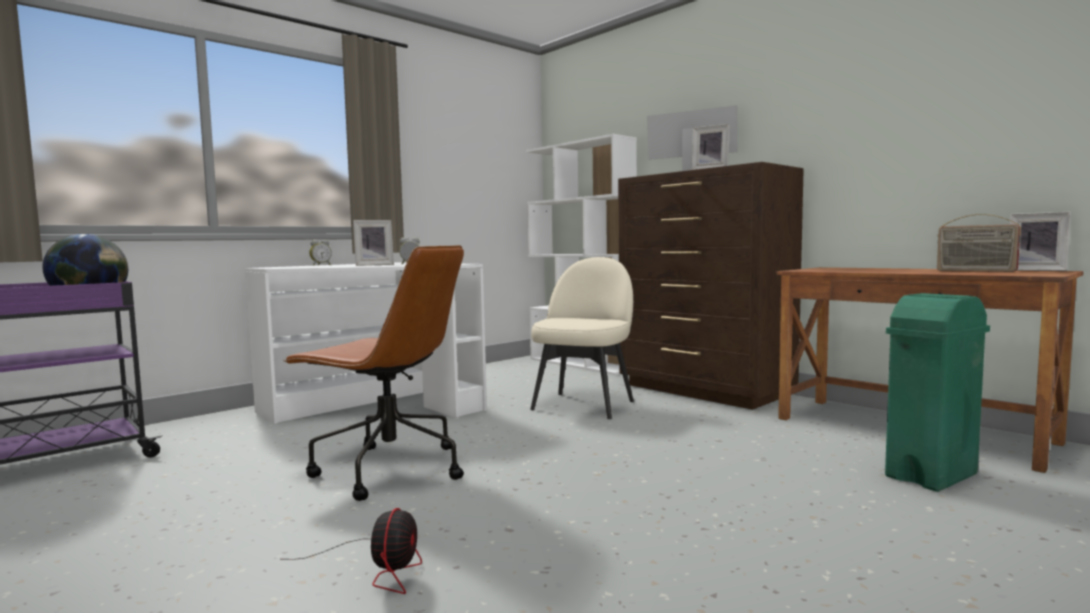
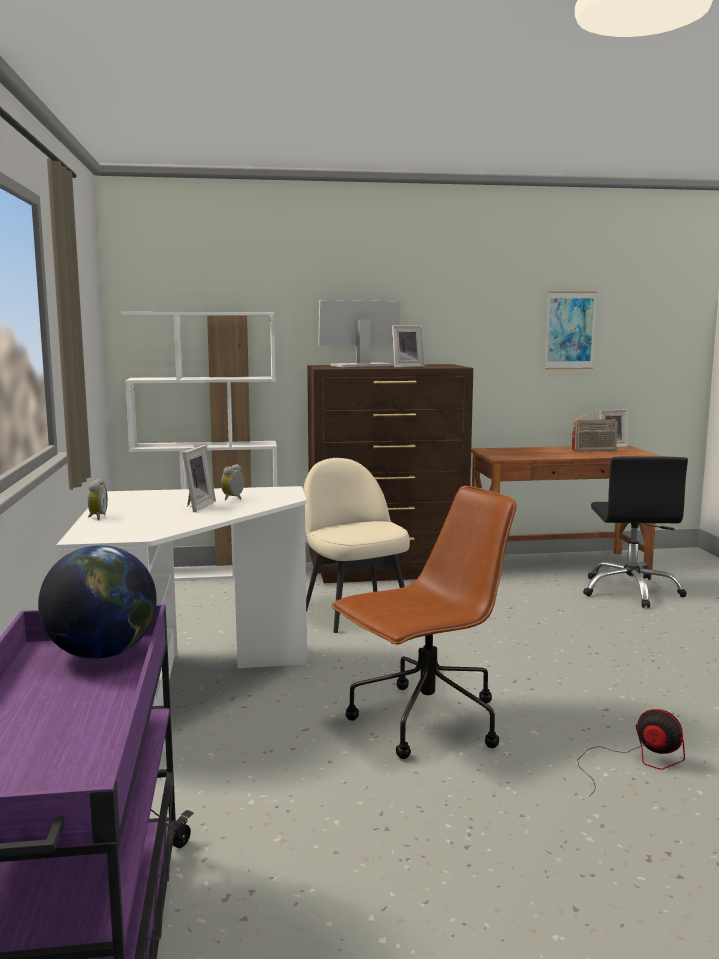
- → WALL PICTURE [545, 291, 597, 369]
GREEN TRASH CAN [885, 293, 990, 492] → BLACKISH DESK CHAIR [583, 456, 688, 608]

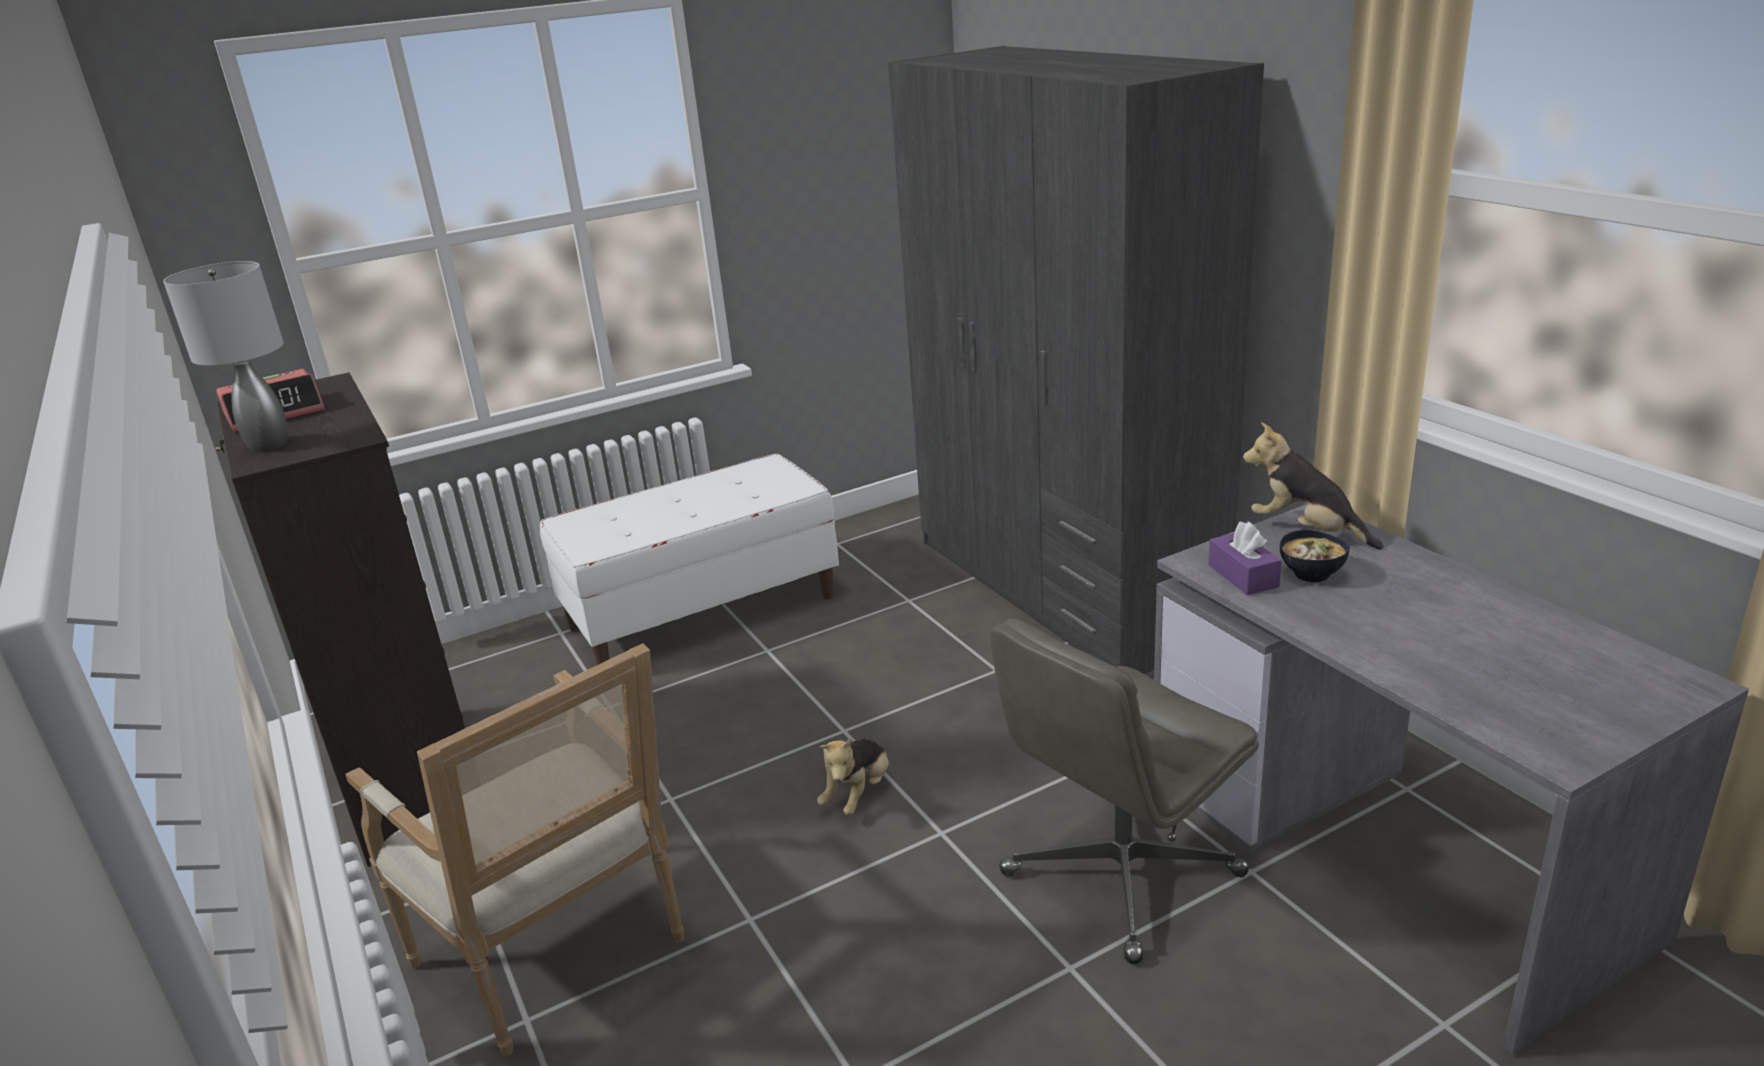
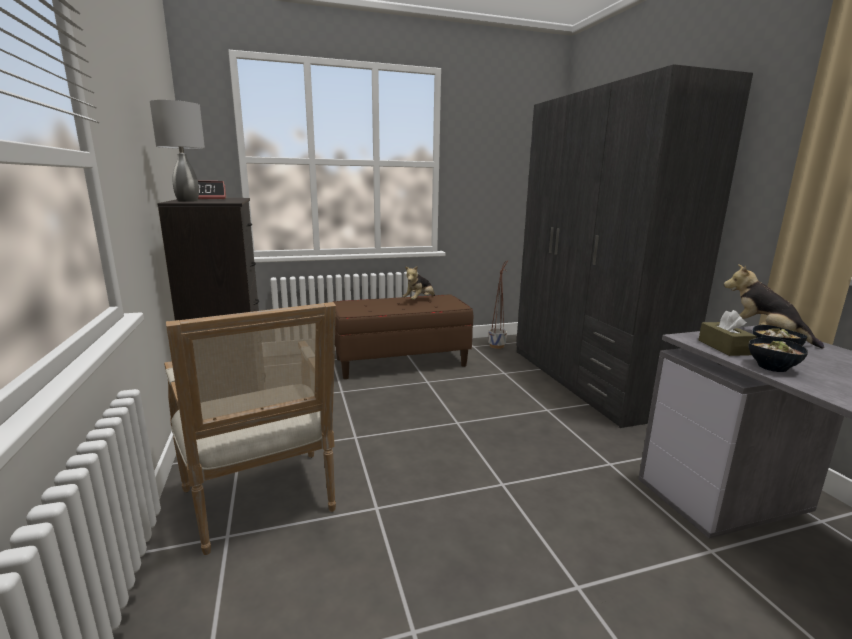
GREYISH DESK CHAIR [990, 618, 1259, 964] → -
- → FLOWER POT [488, 260, 508, 349]
- → BOWL [748, 337, 808, 372]
SOFT TOY [817, 738, 889, 815] → SOFT TOY [403, 266, 435, 300], moved
WHITE INDOOR BENCH [540, 454, 839, 665] → BROWN-COLOURED INDOOR BENCH [333, 295, 473, 379]
PURPLE TISSUE BOX [1208, 522, 1282, 595] → BROWN-COLOURED TISSUE BOX [699, 310, 757, 356]

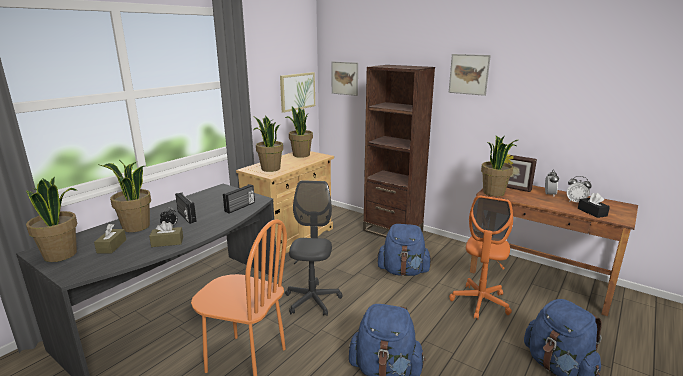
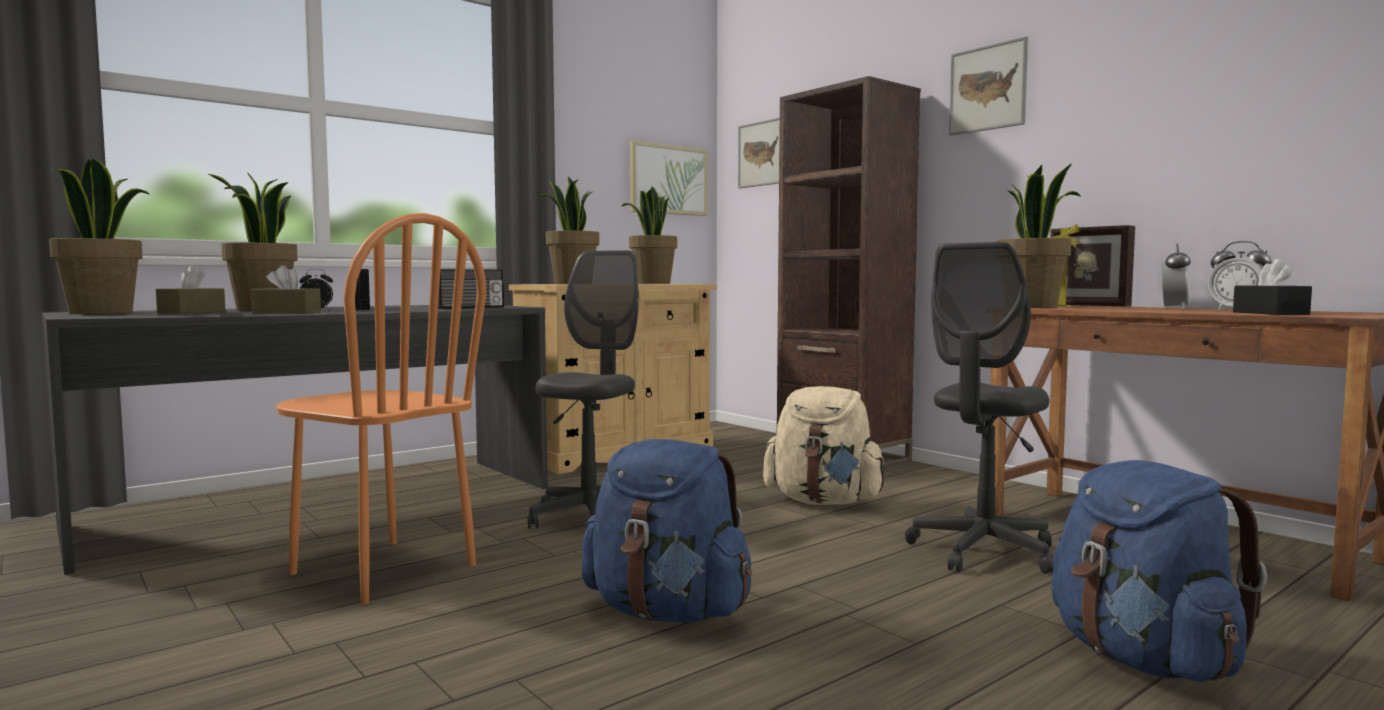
BLUE-COLOURED KNAPSACK [377, 224, 432, 276] → SAND-COLOURED KNAPSACK [763, 386, 888, 505]
ORANGEY DESK CHAIR [449, 195, 513, 320] → GREYISH DESK CHAIR [905, 242, 1054, 574]

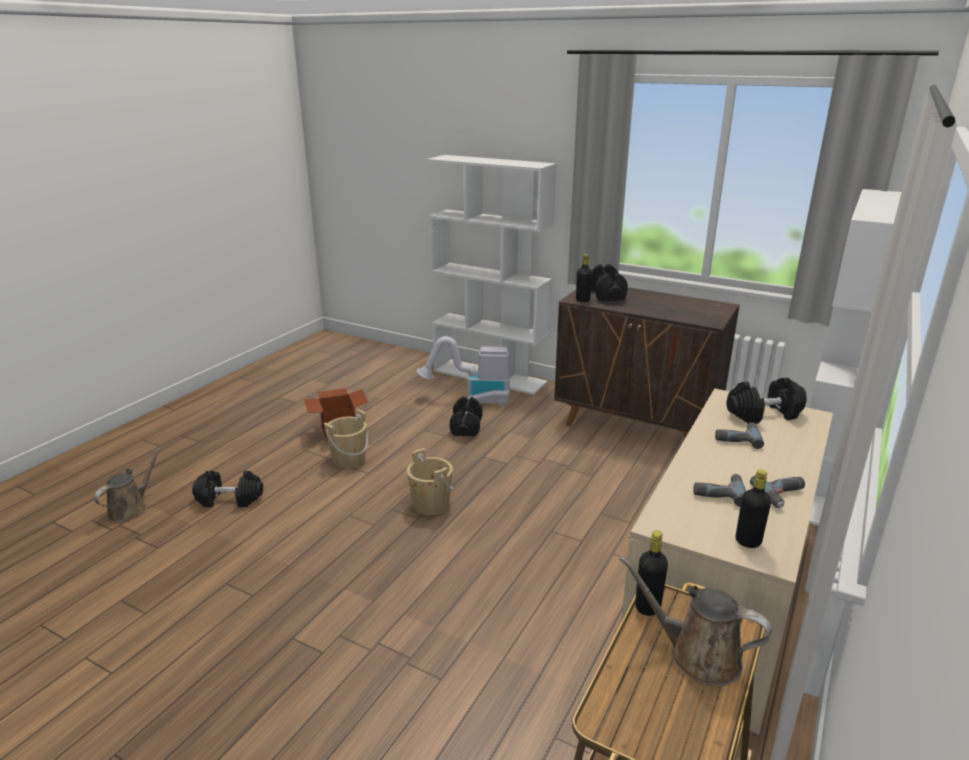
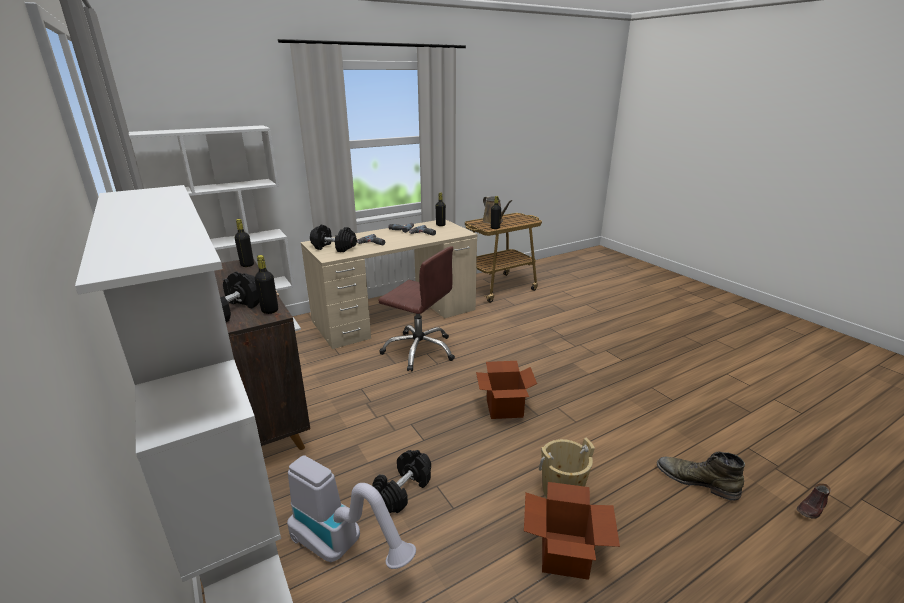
- → BLACKISH BOTTLE [235, 219, 254, 267]
- → BROWN-COLOURED DESK CHAIR [378, 246, 455, 371]
BROWN-COLOURED WATERING POT [94, 447, 162, 522] → BROWN-COLOURED SHOE [797, 484, 831, 519]
BLACKISH DUMBBELL [192, 471, 263, 507] → GREEN TALL BOOT [657, 451, 745, 500]
SAND-COLOURED WATER BUCKET [407, 448, 453, 515] → PACKING BOX [476, 361, 537, 419]

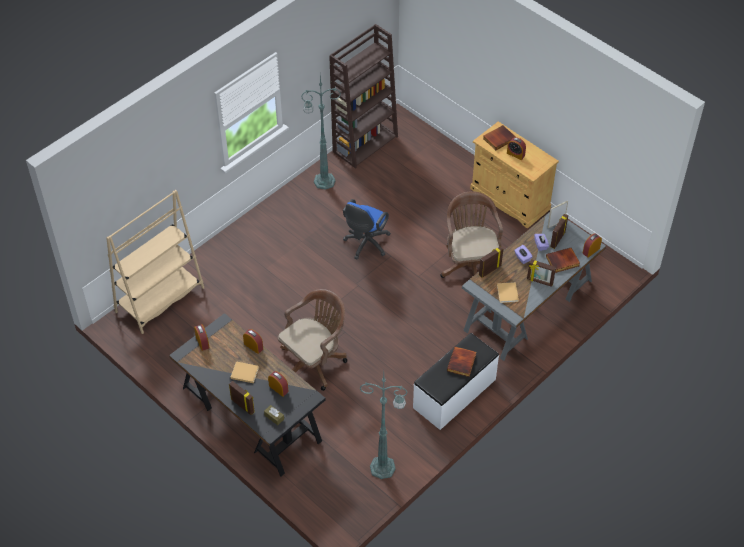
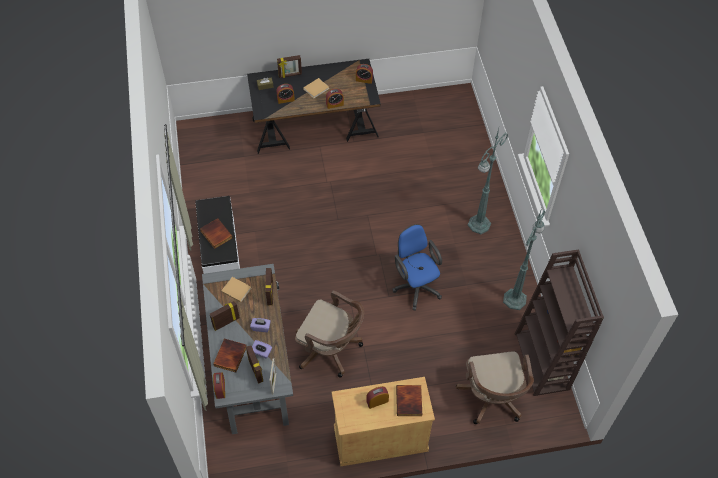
SAND-COLOURED BOOKCASE [106, 190, 204, 334] → -
BROWN-COLOURED DESK CHAIR [278, 289, 347, 391] → BROWN-COLOURED DESK CHAIR [456, 352, 534, 424], moved
GREEN STANDARD LAMP [360, 373, 408, 479] → GREEN STANDARD LAMP [468, 128, 508, 234], moved

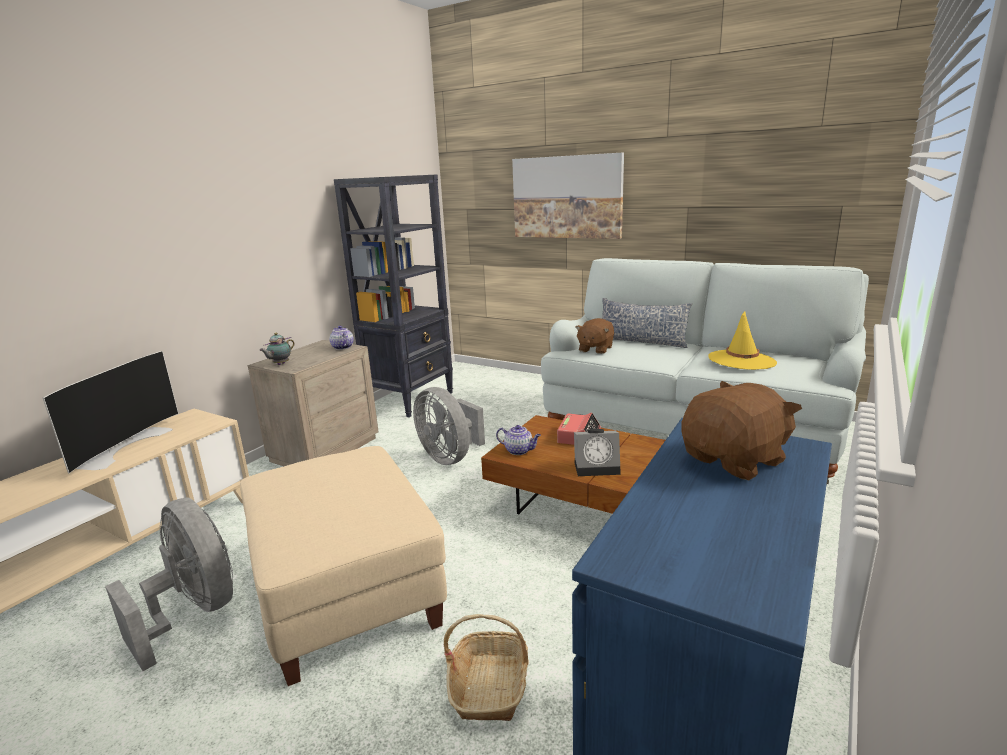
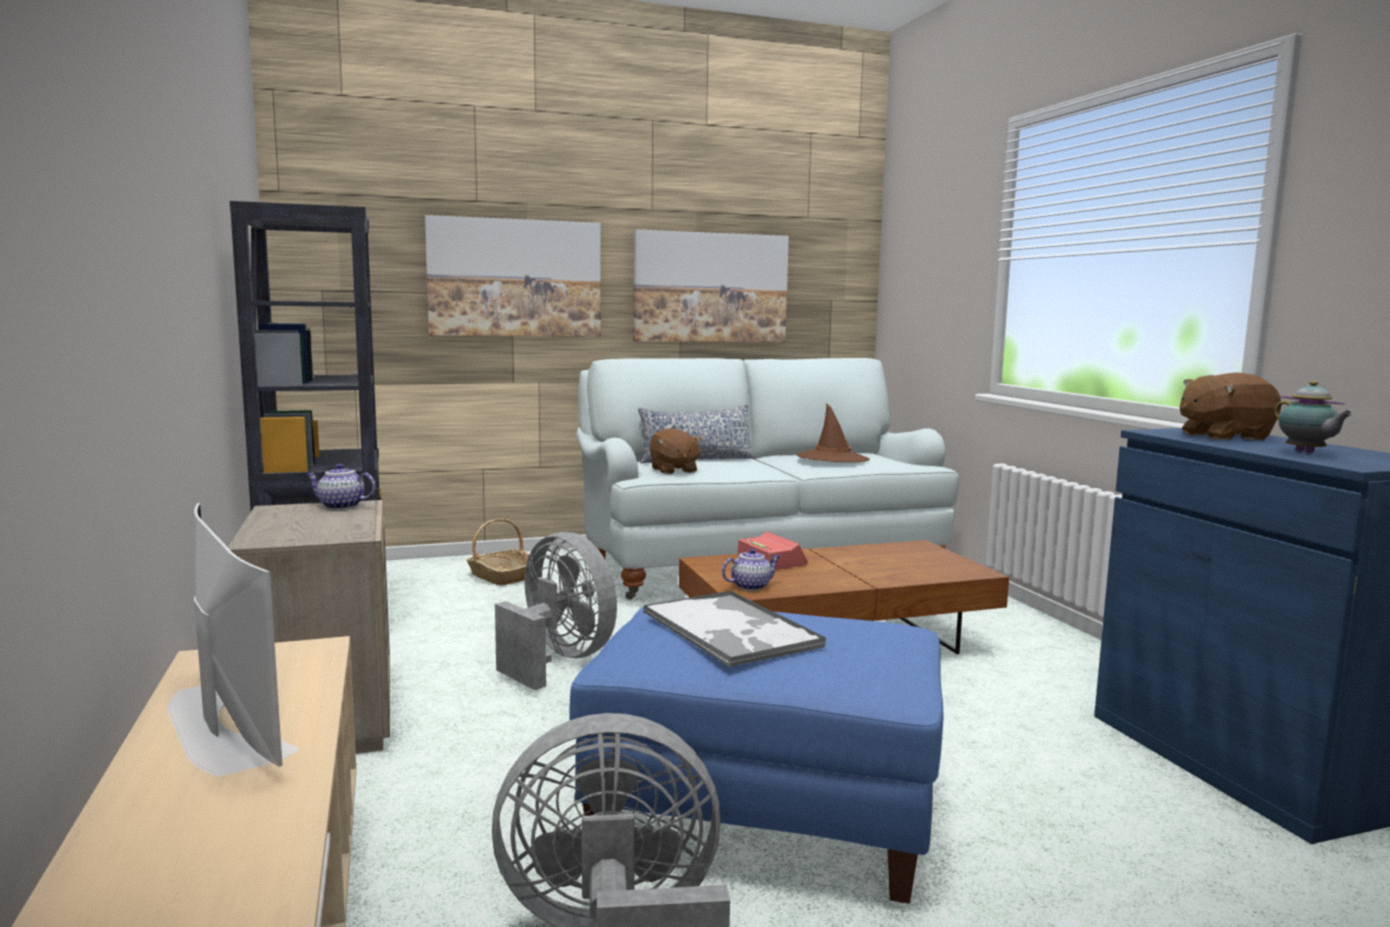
ALARM CLOCK [574, 429, 621, 476] → -
- → WALL PICTURE [633, 229, 789, 342]
- → CARRYING TRAY [643, 590, 826, 667]
POT FOR TEA [259, 333, 295, 365] → POT FOR TEA [1274, 381, 1353, 453], moved
HOUSEHOLD BASKET [444, 614, 528, 721] → HOUSEHOLD BASKET [467, 519, 530, 585], moved
SAND-COLOURED POUFFE [240, 446, 447, 686] → BLUE-COLOURED POUFFE [570, 607, 944, 904]
YELLOW-COLOURED CLOTHING HAT [708, 311, 777, 370] → BROWN-COLOURED CLOTHING HAT [796, 403, 870, 462]
GREYISH FAN [413, 387, 485, 465] → GREYISH FAN [495, 532, 617, 690], 135 degrees counterclockwise
BROWN-COLOURED SOFT TOY [681, 381, 802, 480] → BROWN-COLOURED SOFT TOY [1180, 373, 1281, 440], 105 degrees counterclockwise

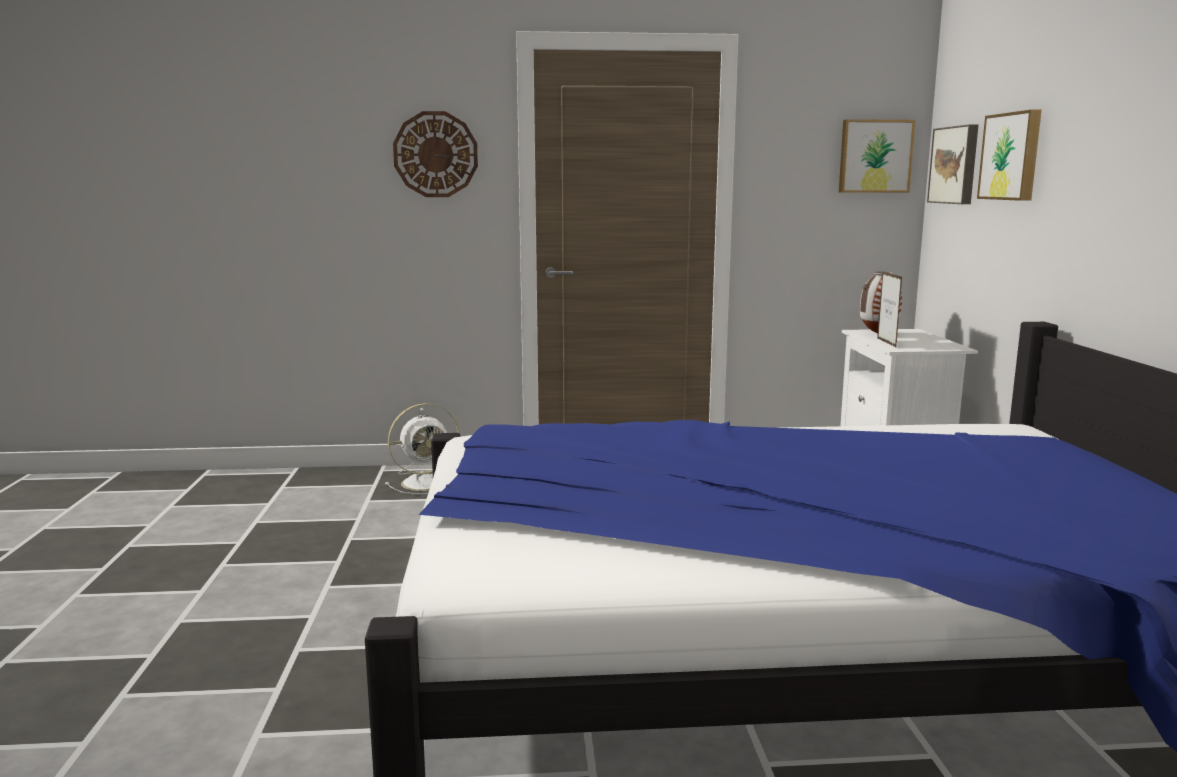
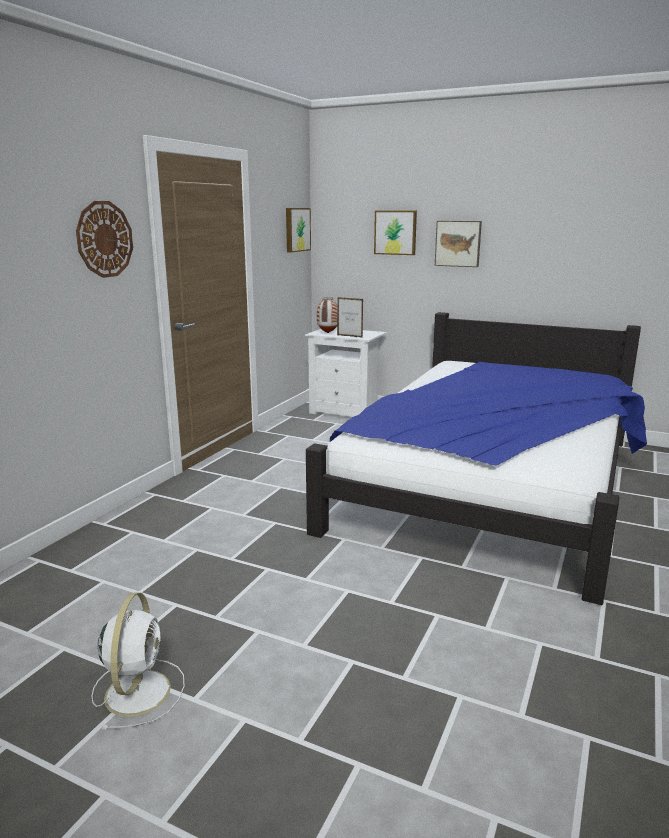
WHITE FAN [385, 403, 459, 494] → WHITE FAN [91, 593, 185, 730], moved
WALL PICTURE [927, 124, 978, 204] → WALL PICTURE [435, 221, 482, 267], moved

